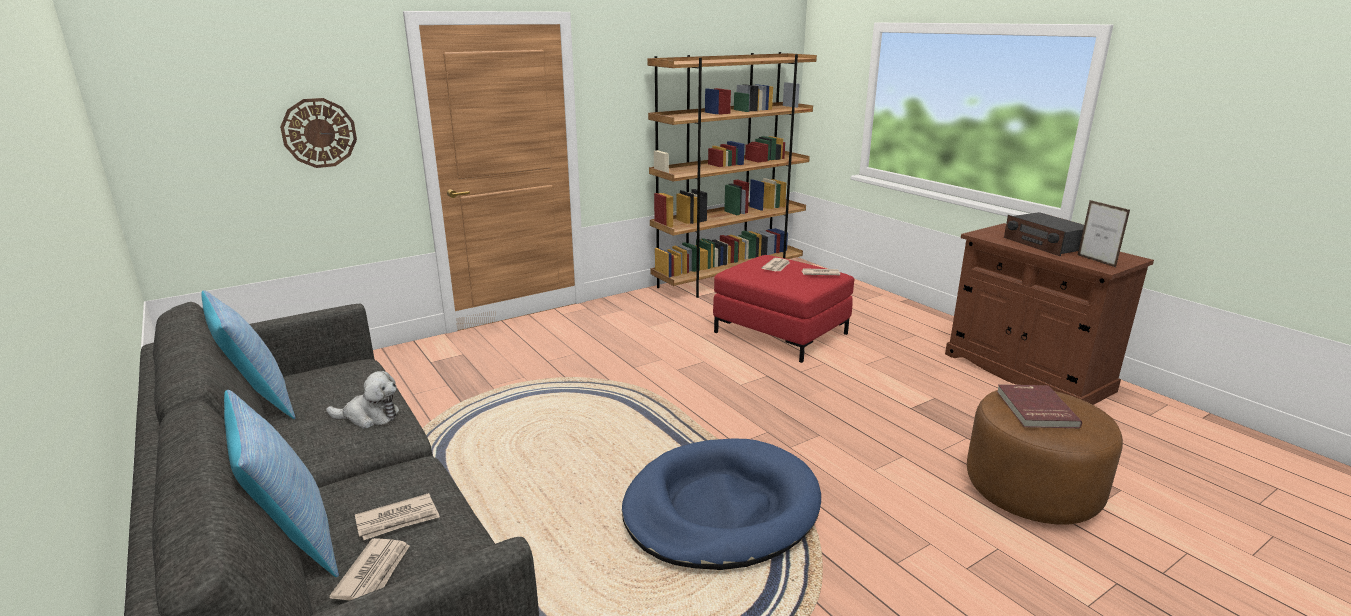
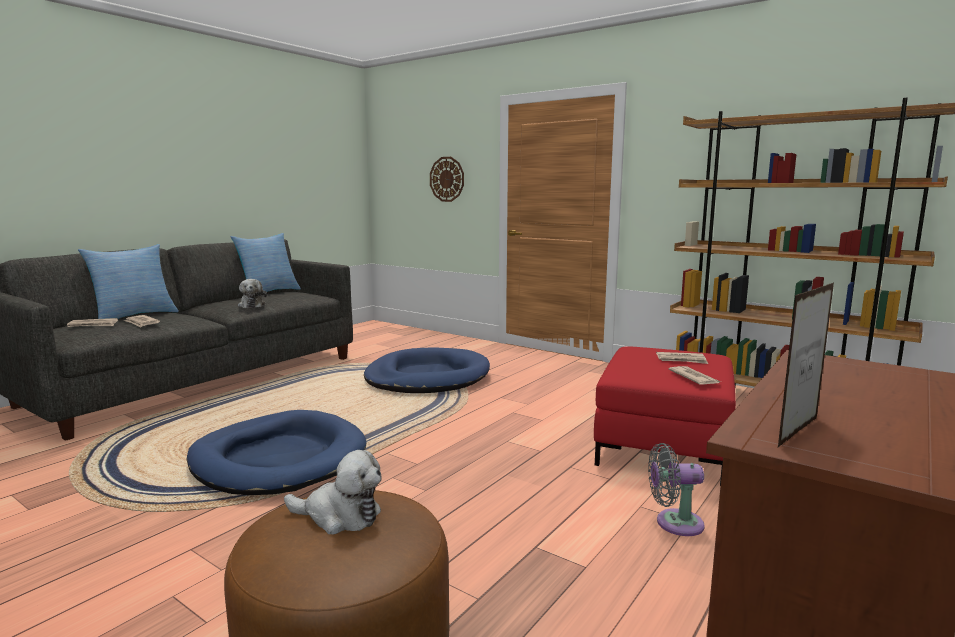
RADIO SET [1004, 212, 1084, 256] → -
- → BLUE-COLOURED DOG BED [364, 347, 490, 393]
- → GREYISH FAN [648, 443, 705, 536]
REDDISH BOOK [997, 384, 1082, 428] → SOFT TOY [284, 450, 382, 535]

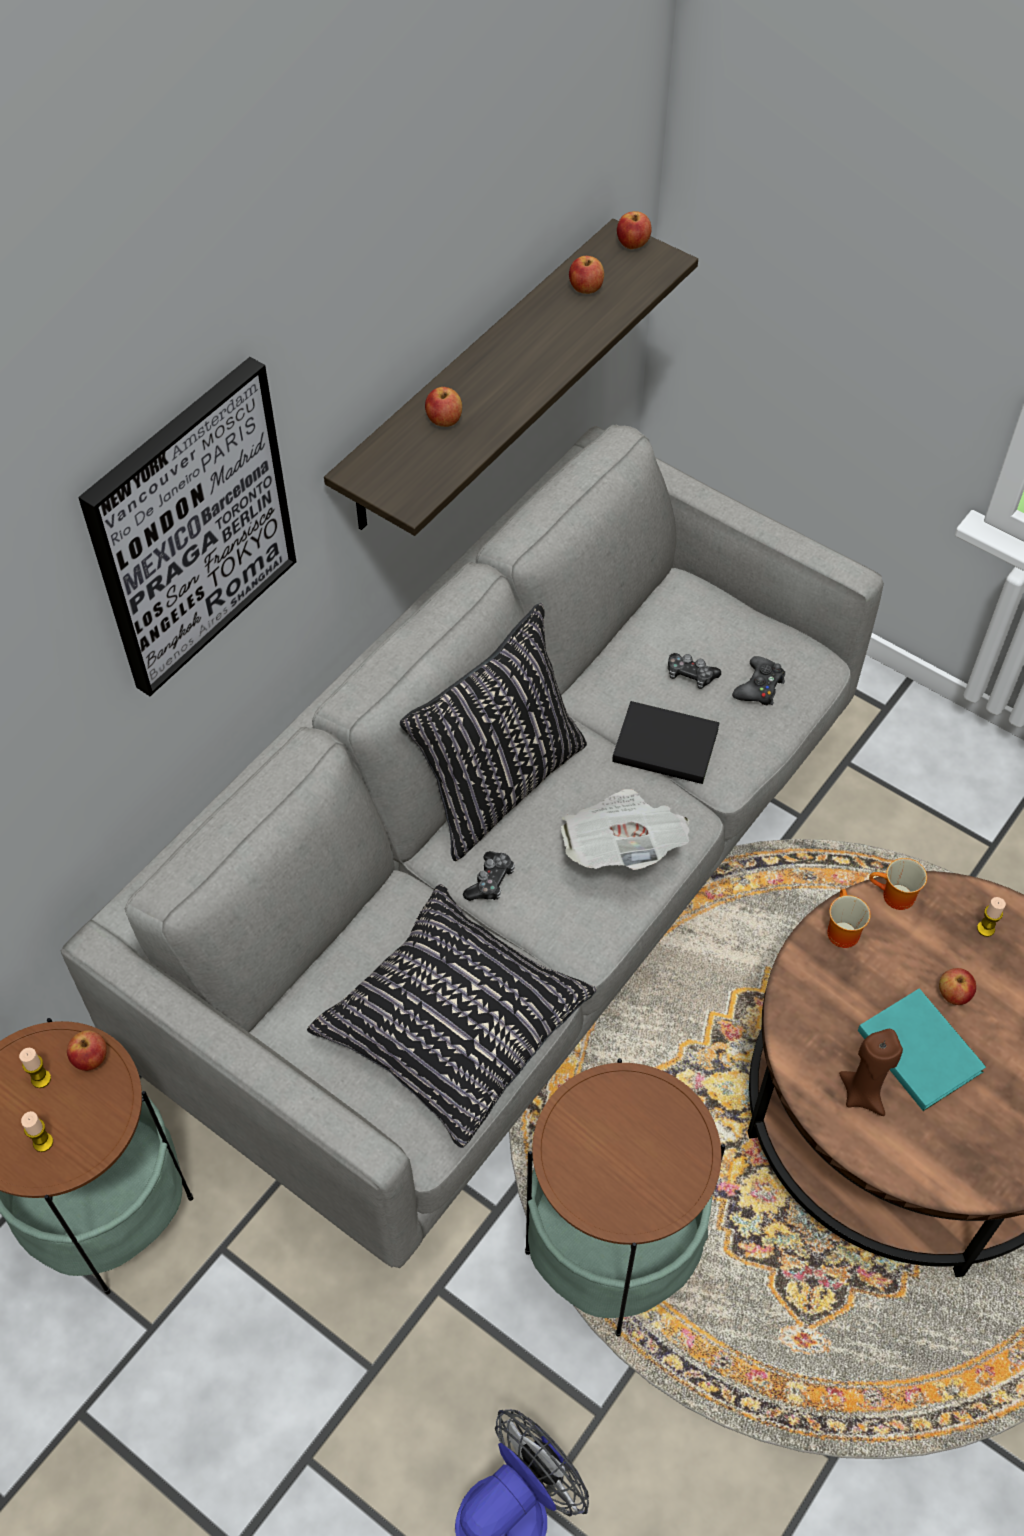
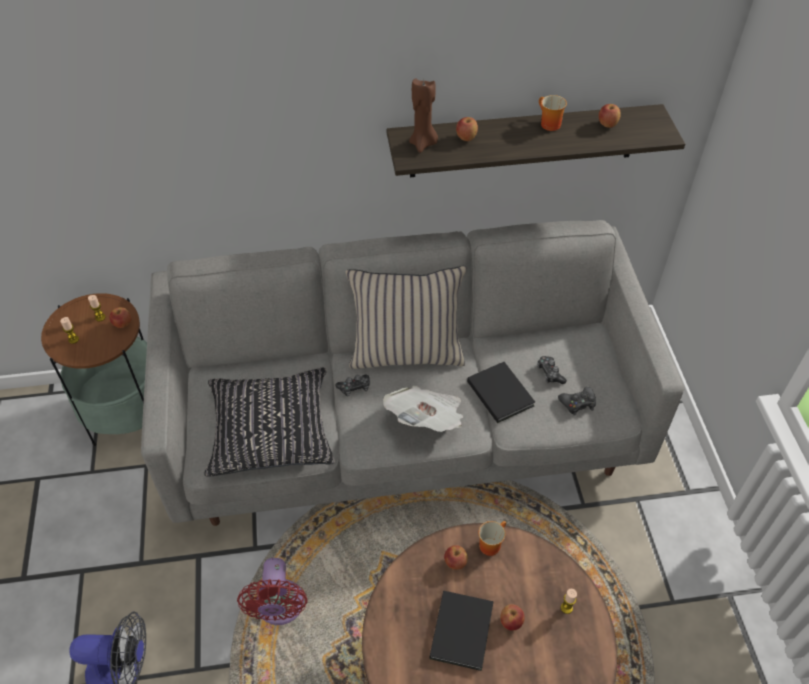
WALL PICTURE [78, 357, 296, 696] → -
WHOLE APPLE [617, 211, 652, 249] → WHOLE APPLE [444, 545, 468, 570], moved
BROWN-COLOURED WAX CANDLE [839, 1029, 903, 1116] → BROWN-COLOURED WAX CANDLE [409, 78, 438, 153], moved
MUG [869, 858, 927, 910] → MUG [539, 95, 567, 131], moved
SIDE TABLE [525, 1058, 726, 1337] → REDDISH FAN [237, 558, 308, 625]
BLACKISH CUSHION [400, 603, 587, 861] → SAND-COLOURED CUSHION [345, 266, 467, 369]
BLUE-GREEN BOOK [858, 988, 986, 1111] → BLACKISH BOOK [429, 591, 493, 671]

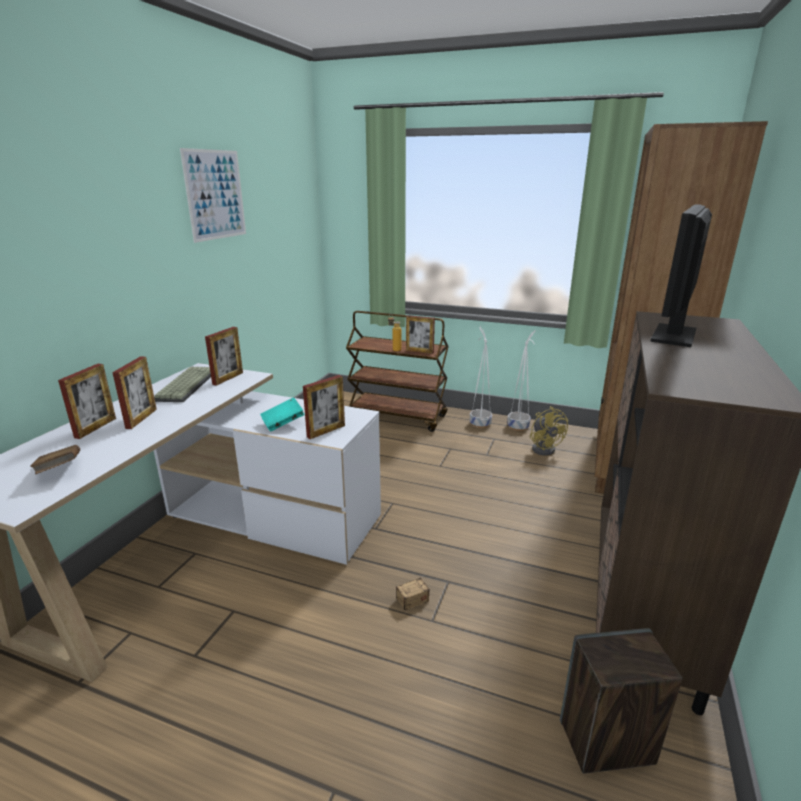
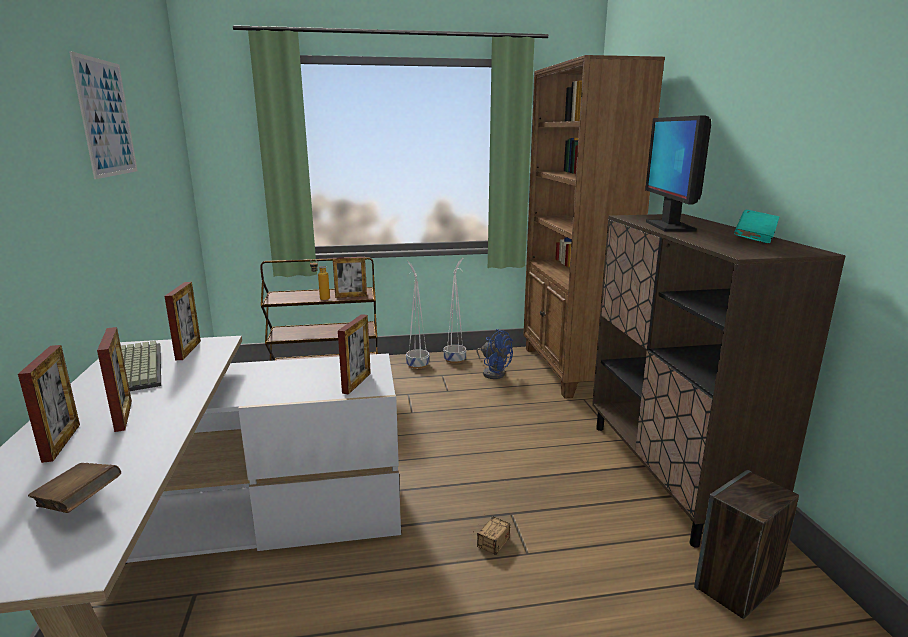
BLUE-GREEN BOOK [260, 397, 305, 431] → BLUE-GREEN BOOK [734, 210, 779, 243], moved
YELLOW-COLOURED FAN [530, 406, 568, 456] → BLUE-COLOURED FAN [476, 329, 513, 379]

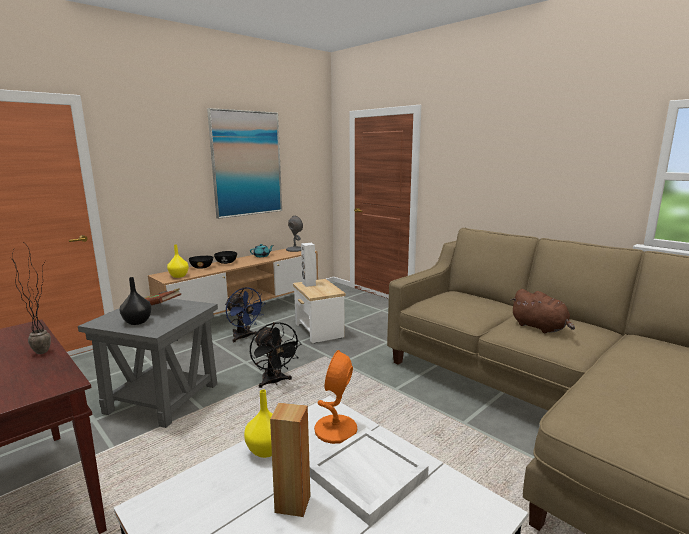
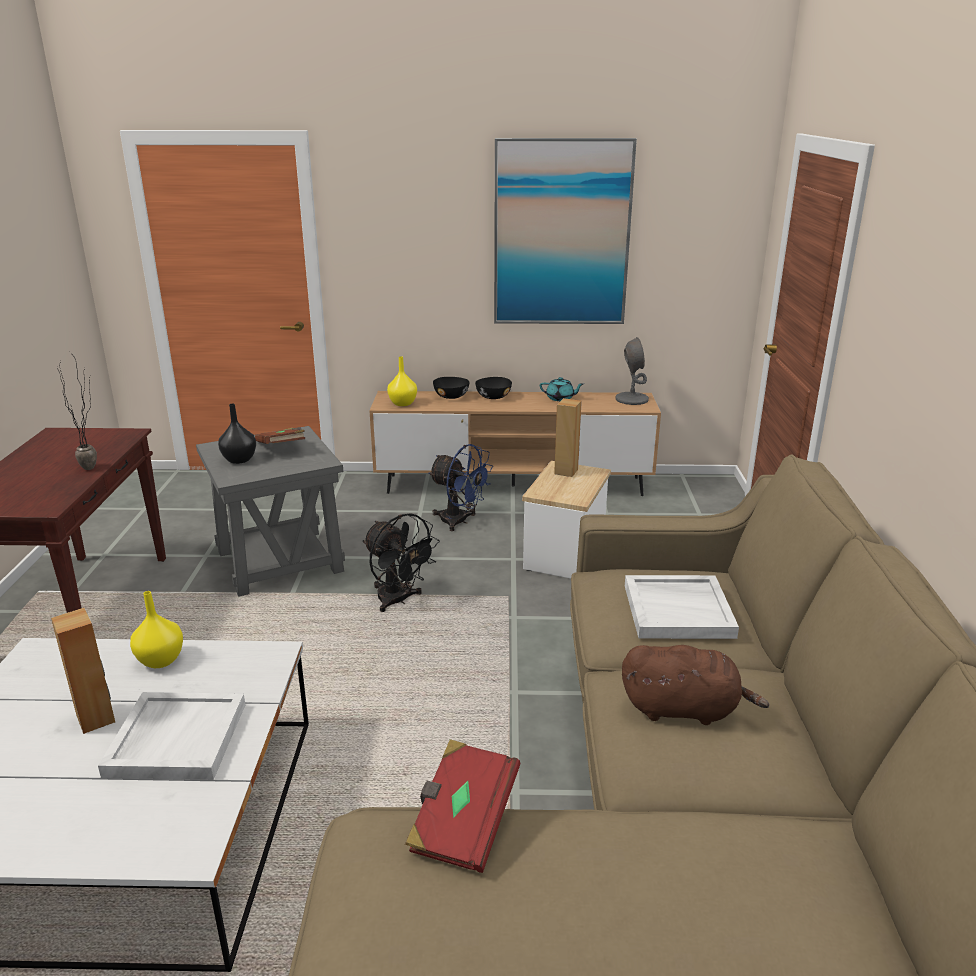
ORANGEY TABLETOP LAMP [314, 350, 357, 444] → -
- → REDDISH BOOK [405, 739, 520, 873]
- → WHITE CARRYING TRAY [625, 575, 739, 639]
WHITE AUDIO SPEAKER [301, 243, 316, 287] → BROWN-COLOURED AUDIO SPEAKER [554, 398, 582, 477]
BLUE-COLOURED FAN [225, 287, 266, 342] → BLUE-COLOURED FAN [429, 444, 493, 531], 60 degrees counterclockwise
BLACKISH FAN [250, 322, 301, 388] → BLACKISH FAN [363, 513, 440, 612], 60 degrees counterclockwise
BROWN-COLOURED SOFT TOY [511, 289, 575, 333] → BROWN-COLOURED SOFT TOY [622, 645, 769, 725], 90 degrees counterclockwise

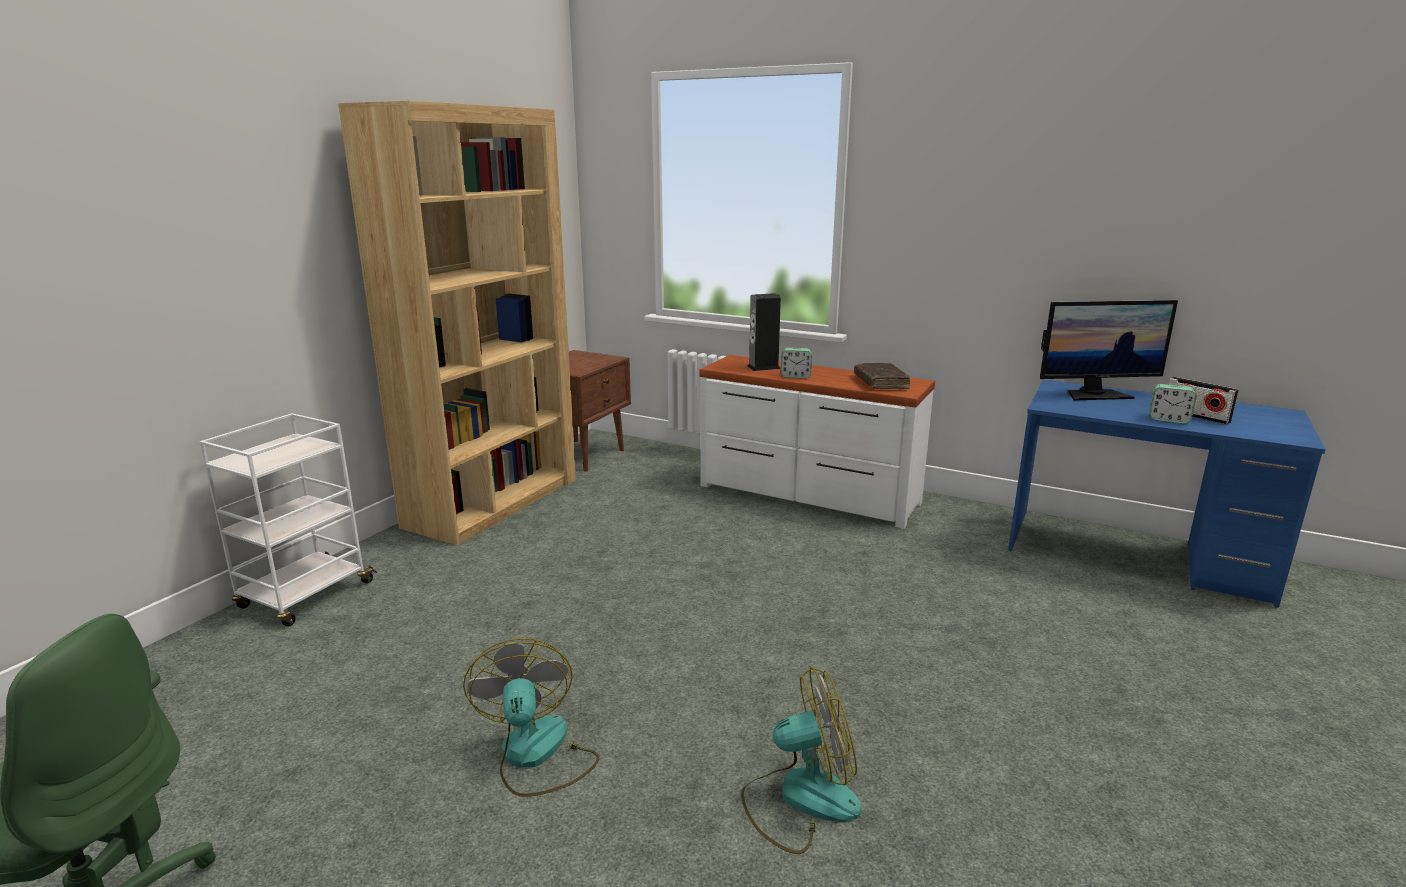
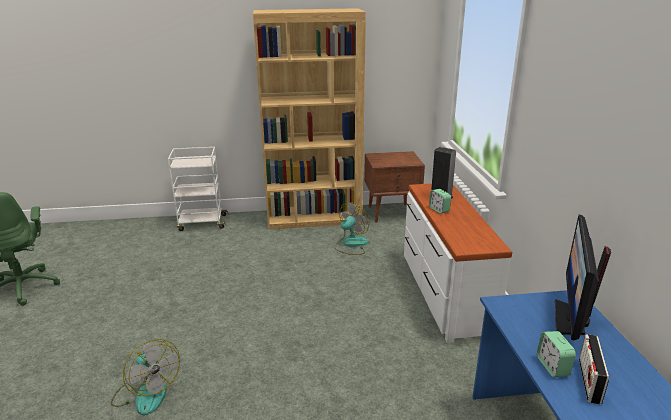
BROWN-COLOURED BOOK [854, 363, 910, 389] → -
FAN [463, 638, 600, 797] → FAN [335, 203, 369, 255], moved
MONITOR [1040, 300, 1178, 400] → MONITOR [555, 215, 611, 340], 60 degrees clockwise

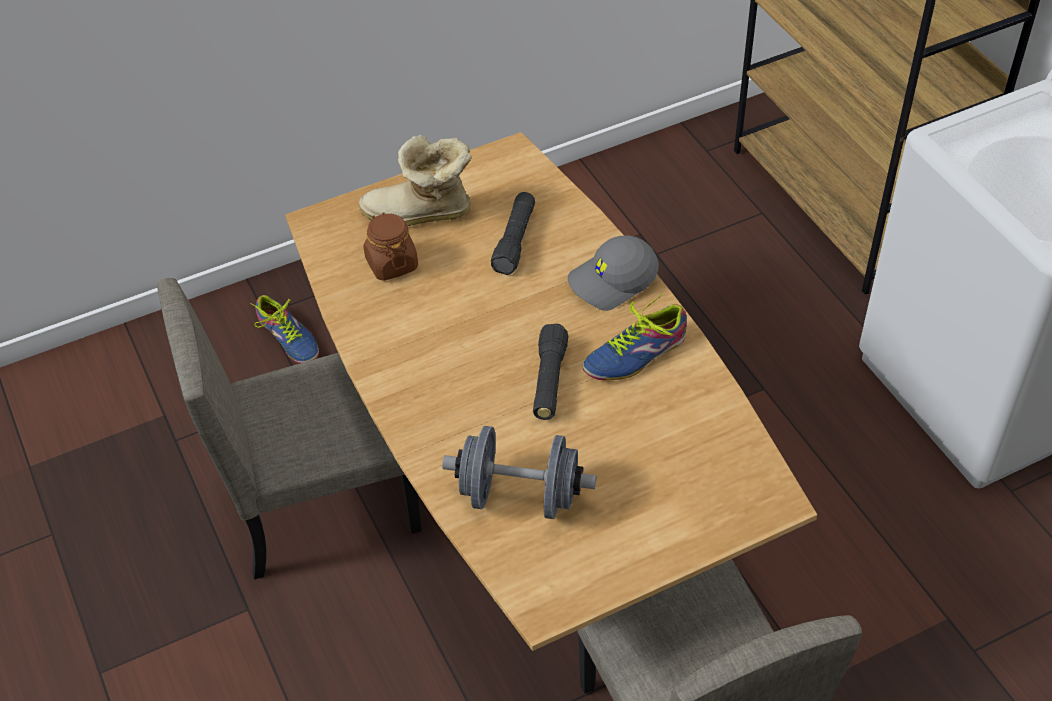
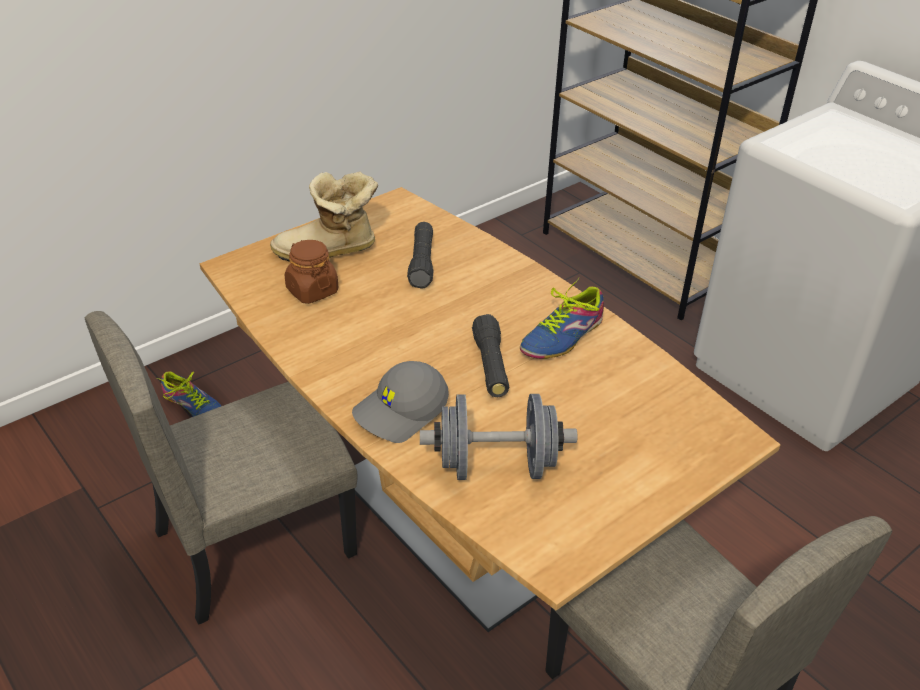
GREYISH PEAKED CAP [568, 235, 659, 311] → GREYISH PEAKED CAP [352, 361, 449, 443], moved

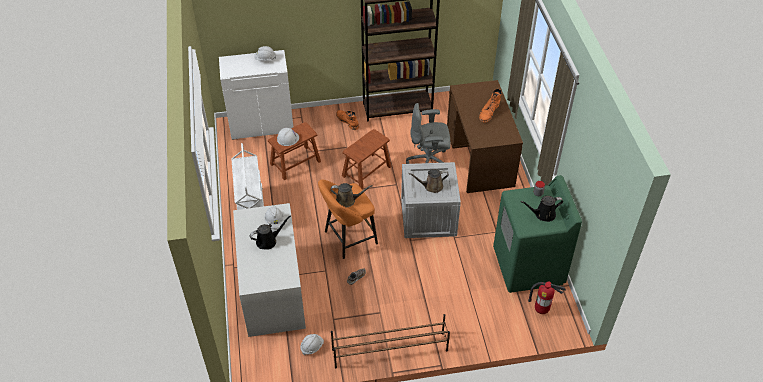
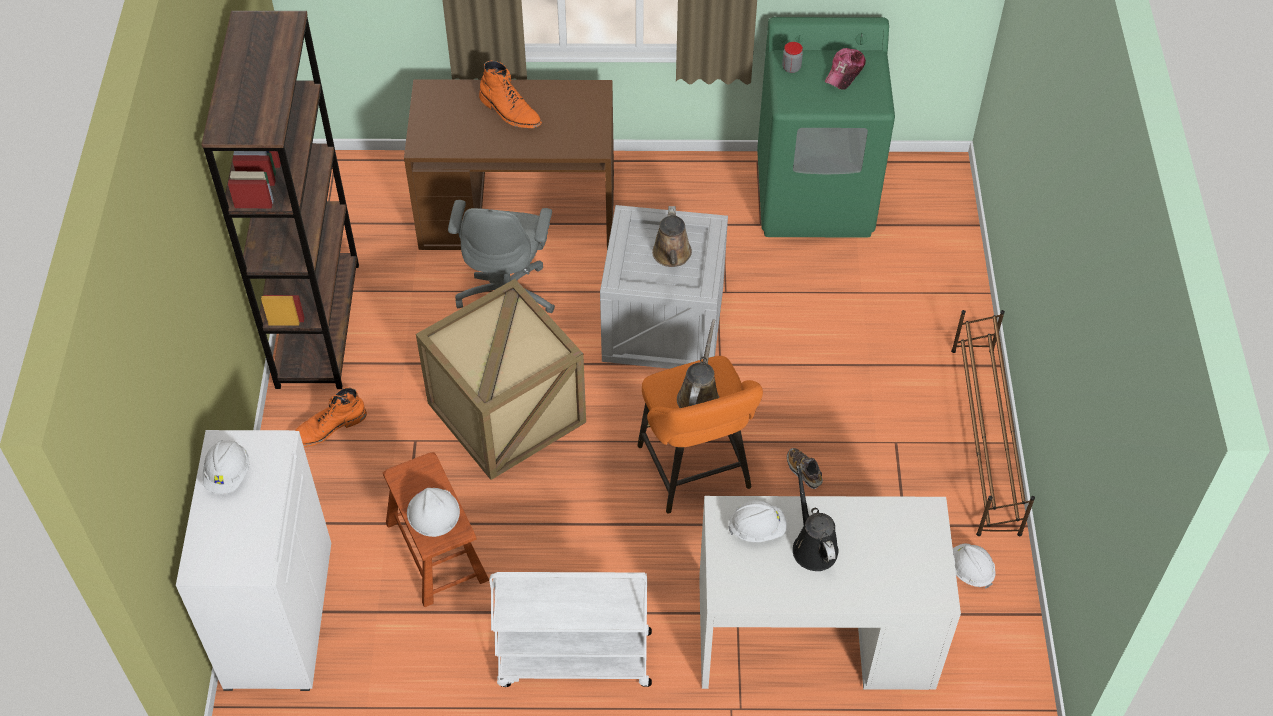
FIRE-FIGHTING CYLINDER [528, 281, 566, 314] → -
BROWN-COLOURED SITTING STOOL [342, 129, 392, 190] → CRATE [416, 279, 586, 480]
BLACKISH WATERING POT [521, 196, 563, 222] → PEAKED CAP [825, 48, 866, 90]

